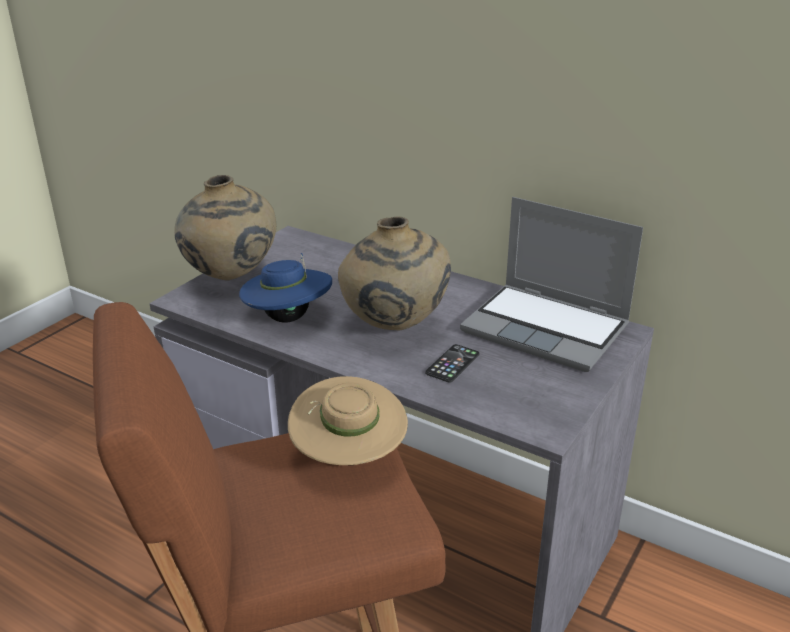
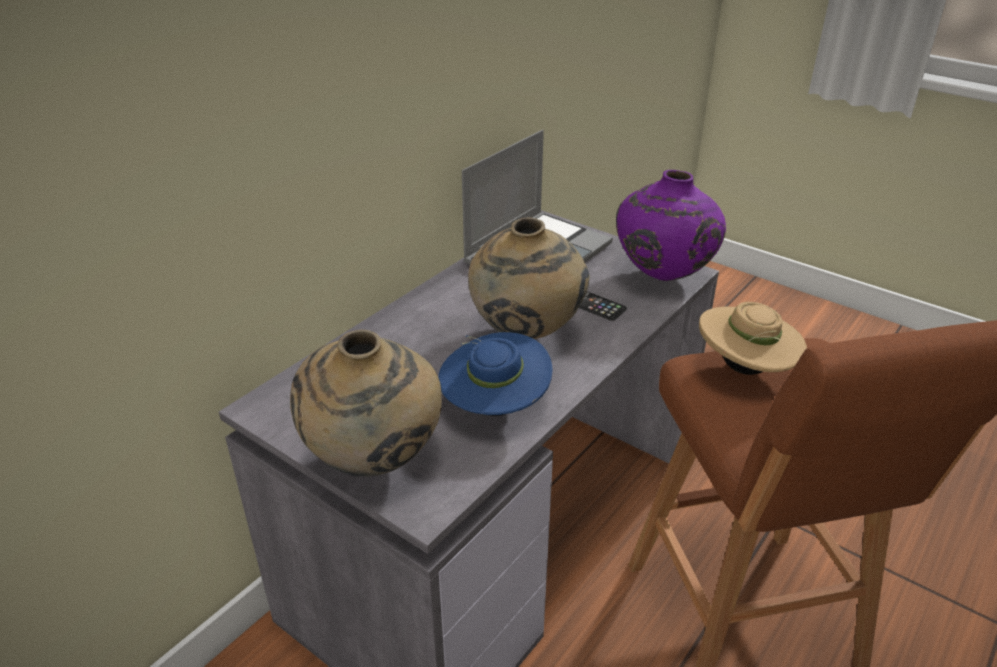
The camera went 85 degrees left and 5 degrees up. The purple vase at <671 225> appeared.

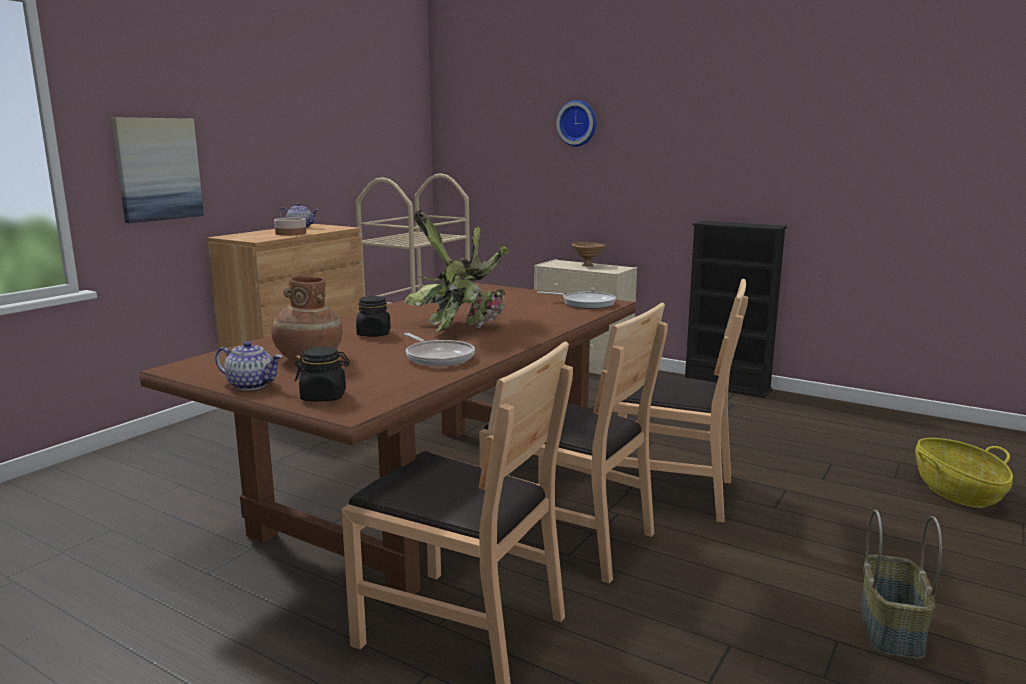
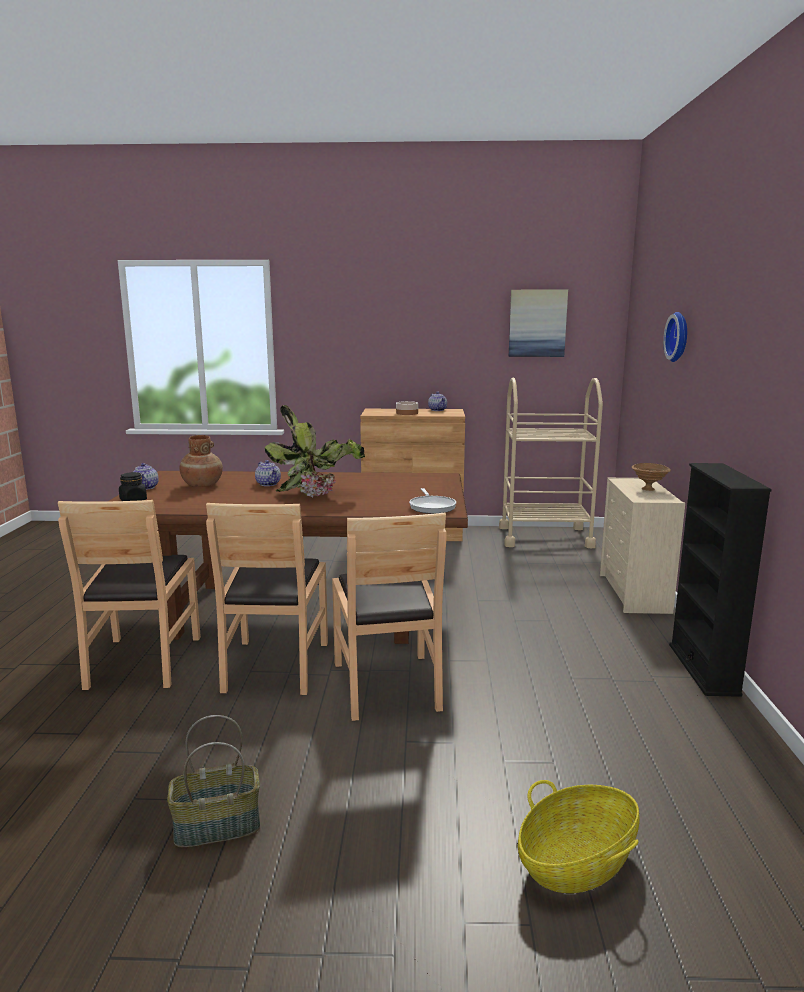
The camera went 60 degrees right and 0 degrees up. The frying pan at <439 349> disappeared. The picture moved from <157 170> to <538 323>. The black jar at <373 316> was replaced by the teapot at <268 473>.

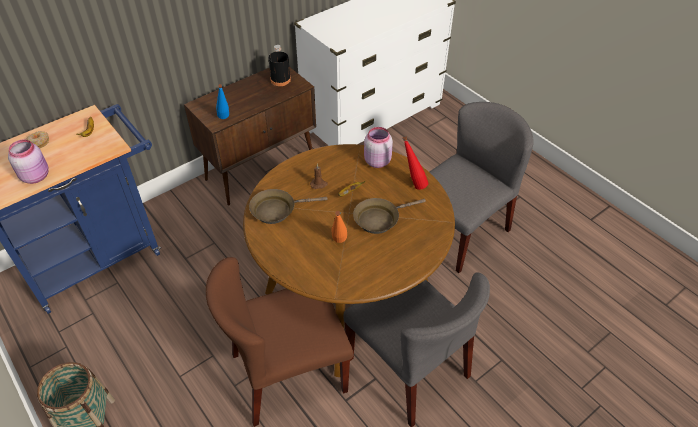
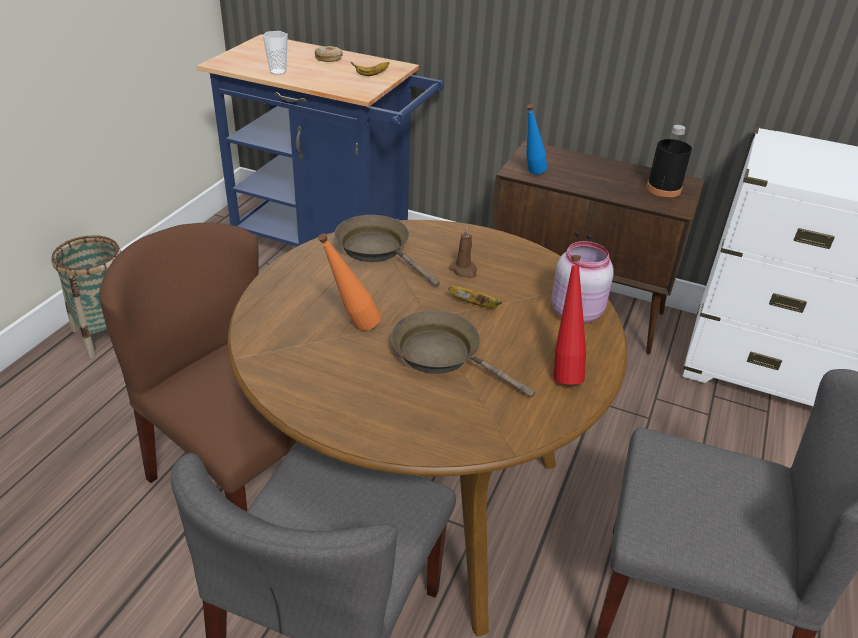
The camera went 60 degrees right and 10 degrees down. The pink jar at <28 161> was replaced by the cup at <275 53>.

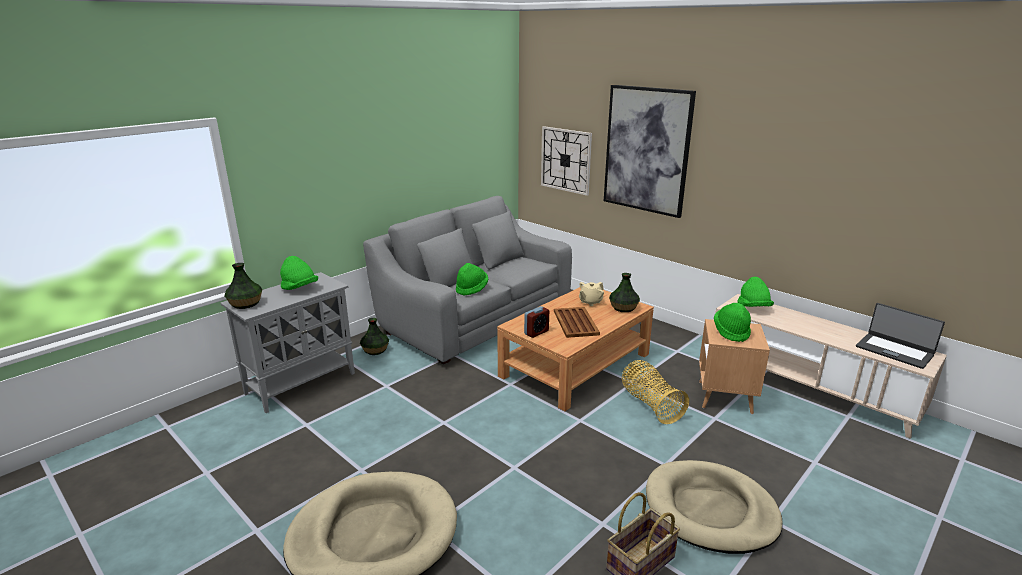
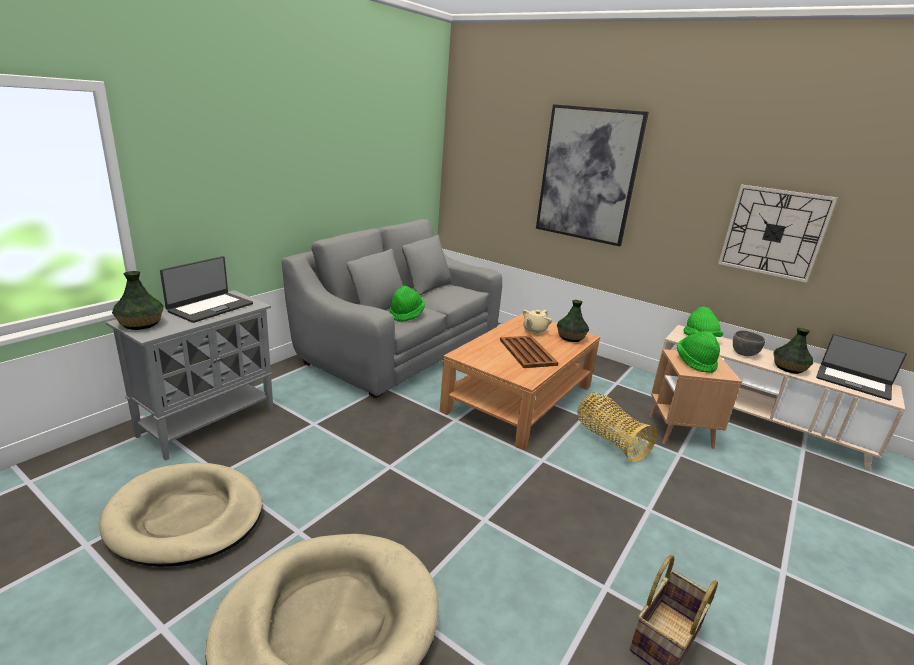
The camera went 10 degrees left and 0 degrees up. The alarm clock at <536 322> disappeared. The grey bowl at <749 343> appeared. The vase moved from <374 336> to <793 351>. The wall clock moved from <566 161> to <777 233>. The beige dog bed moved from <714 507> to <180 515>. The green hat at <299 273> was replaced by the laptop at <206 289>.

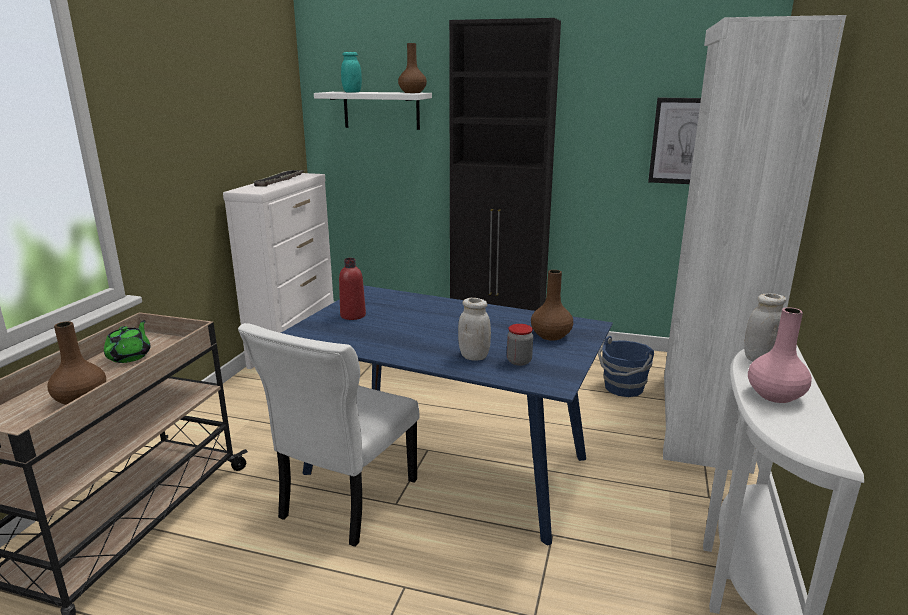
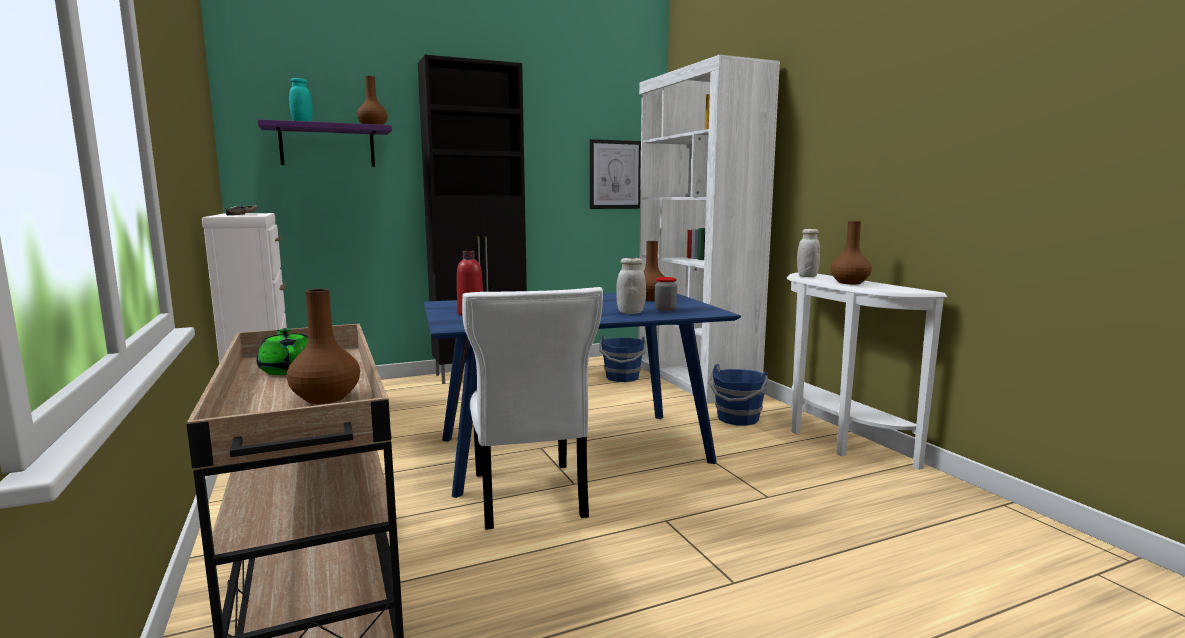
The camera went 40 degrees left and 10 degrees down. The blue bucket at <738 395> appeared. The white shelf at <373 111> became the purple shelf at <325 143>. The pink vase at <780 355> became the brown vase at <851 252>.

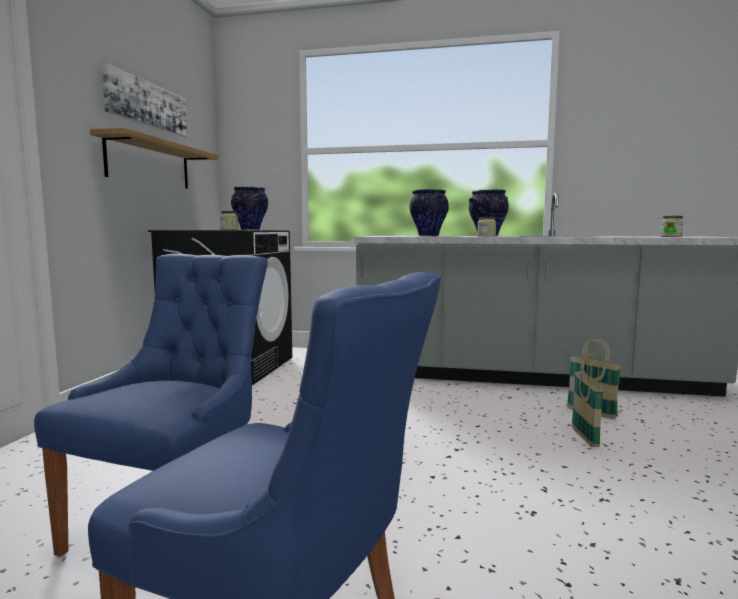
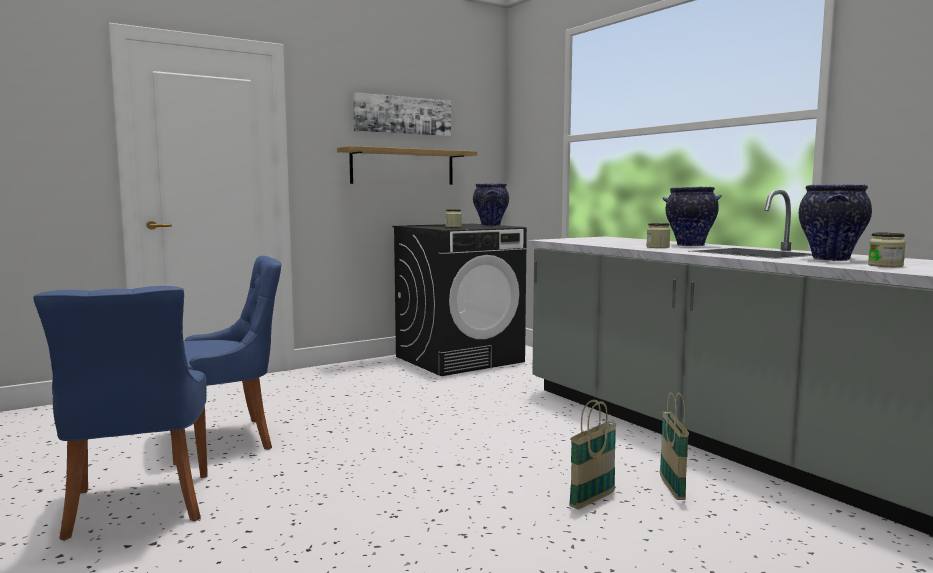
The camera went 45 degrees right and 0 degrees up. The vase moved from <429 212> to <835 222>.

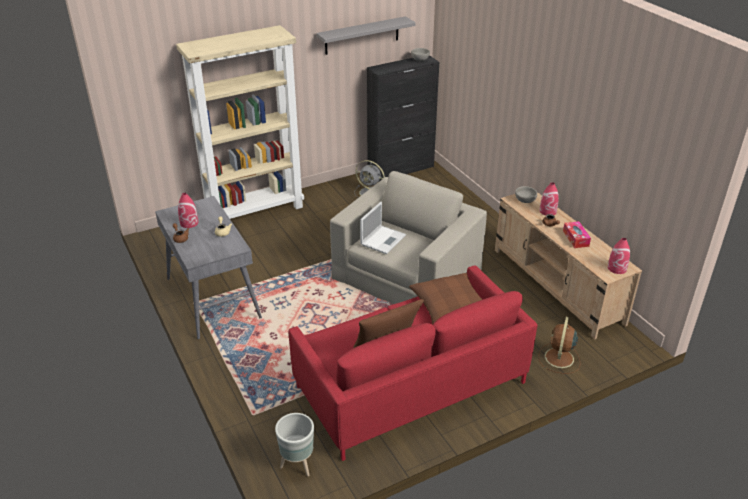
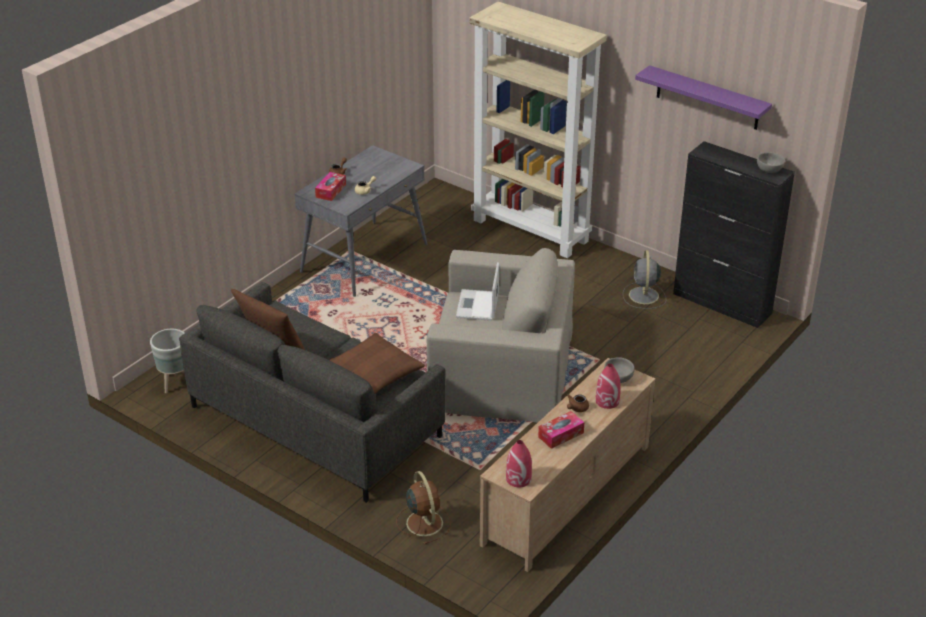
The camera went 65 degrees right and 0 degrees up. The red vase at <188 210> disappeared. The tissue box at <330 186> appeared. The red sofa at <413 363> became the grey sofa at <312 392>. The grey shelf at <365 35> became the purple shelf at <703 97>. The laptop at <383 228> turned 90 degrees clockwise. The brown fan at <559 345> turned 75 degrees clockwise.

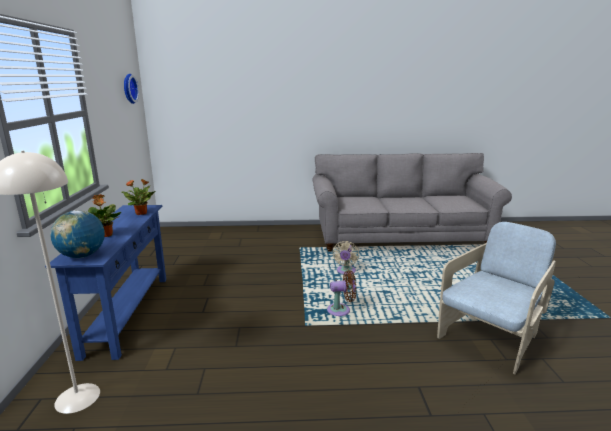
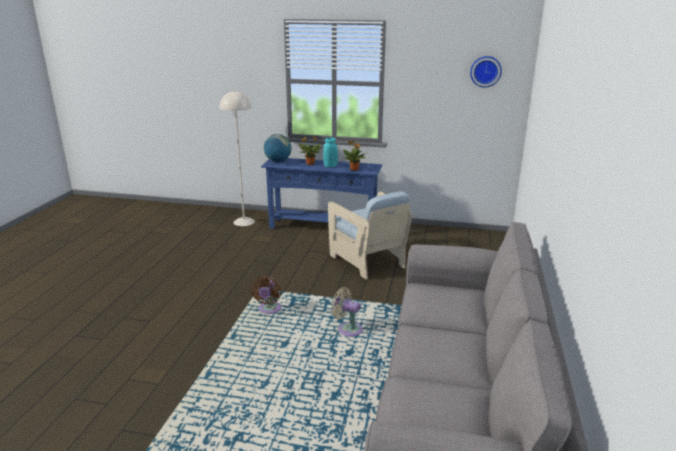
The camera went 105 degrees right and 5 degrees up. The turquoise vase at <330 152> appeared. The beige armchair moved from <496 298> to <370 236>.

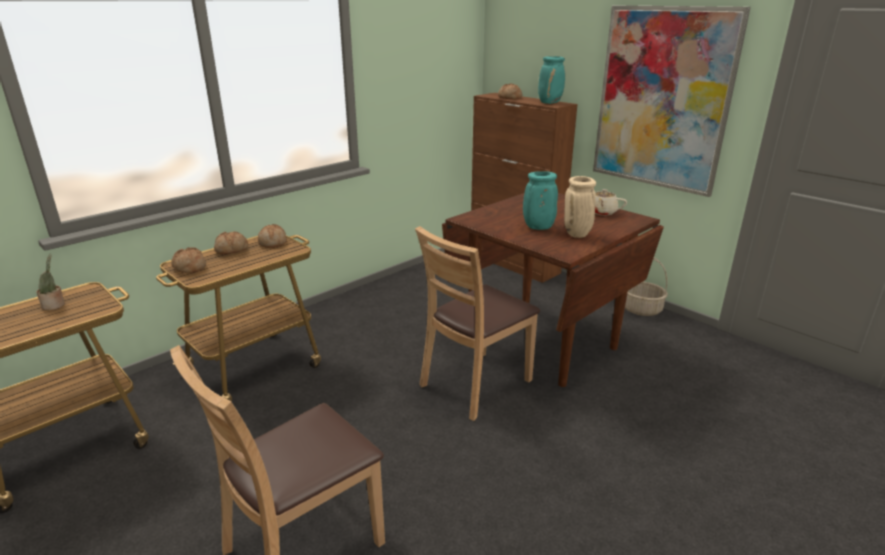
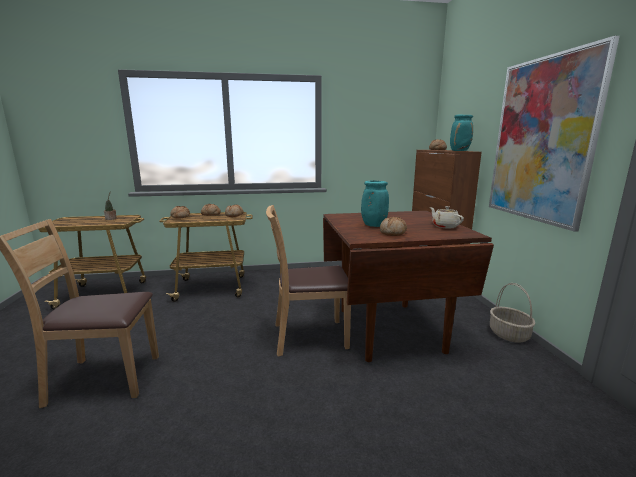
The camera went 35 degrees right and 10 degrees down. The beige vase at <580 207> was replaced by the bread at <393 226>.

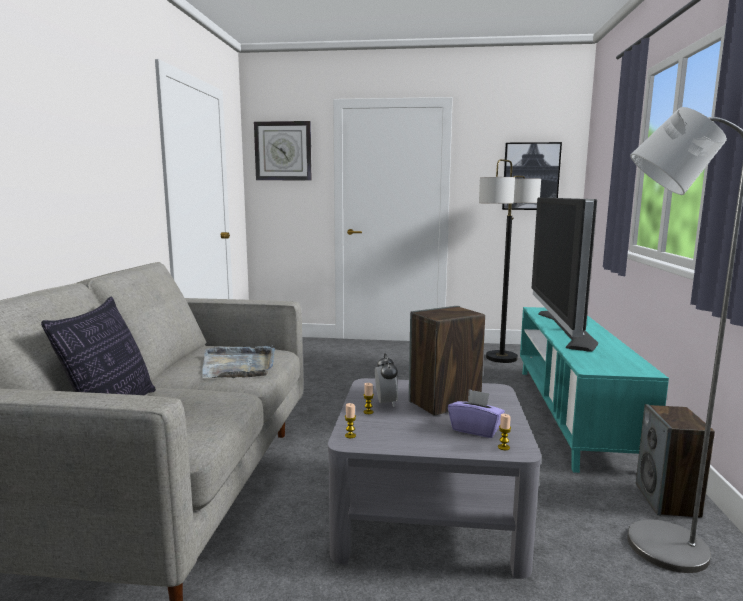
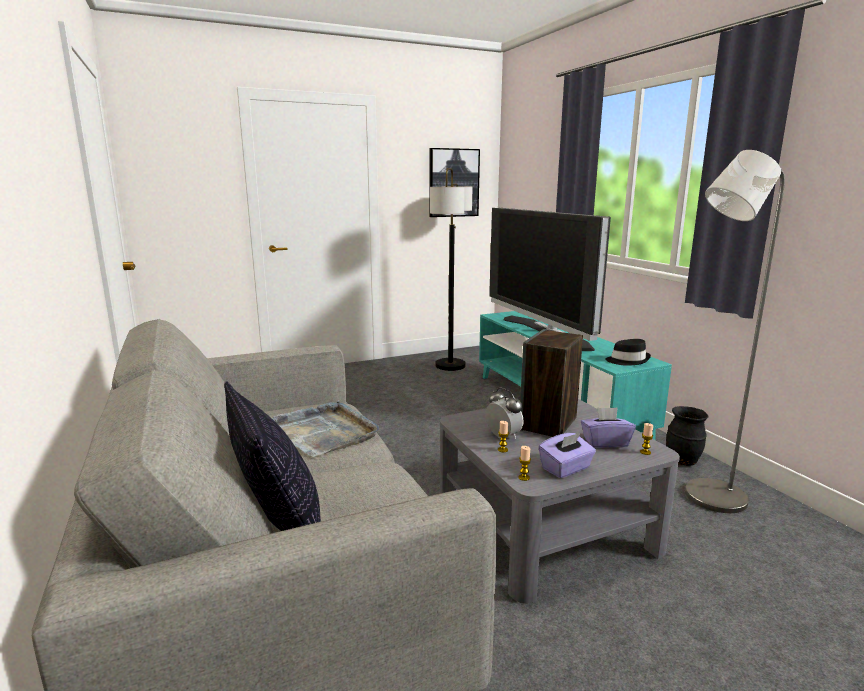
The camera went 30 degrees left and 5 degrees up. The wall clock at <283 150> disappeared. The purple tissue box at <567 455> appeared. The black hat at <628 352> appeared. The speaker at <675 461> was replaced by the black vase at <687 436>.

